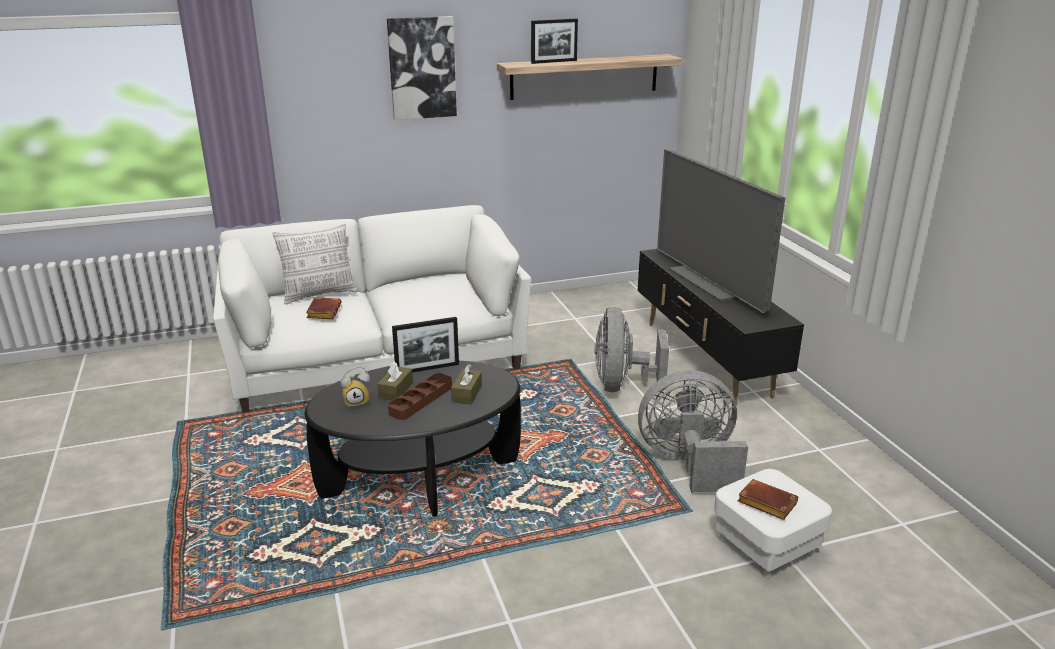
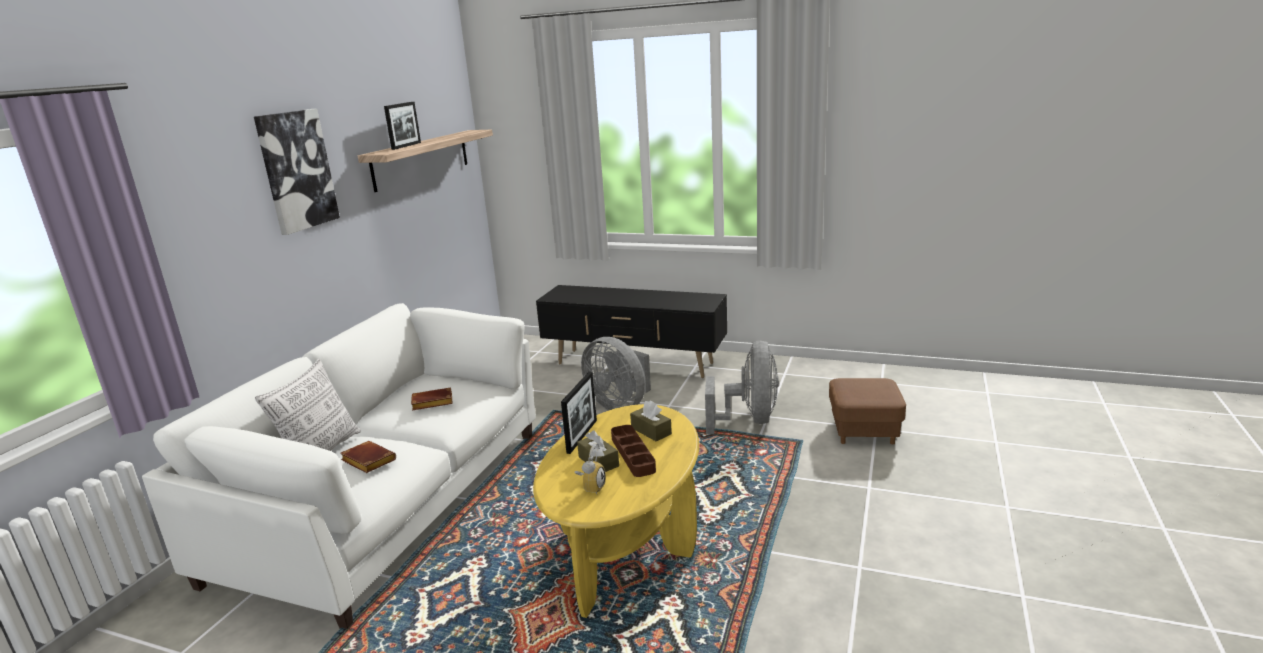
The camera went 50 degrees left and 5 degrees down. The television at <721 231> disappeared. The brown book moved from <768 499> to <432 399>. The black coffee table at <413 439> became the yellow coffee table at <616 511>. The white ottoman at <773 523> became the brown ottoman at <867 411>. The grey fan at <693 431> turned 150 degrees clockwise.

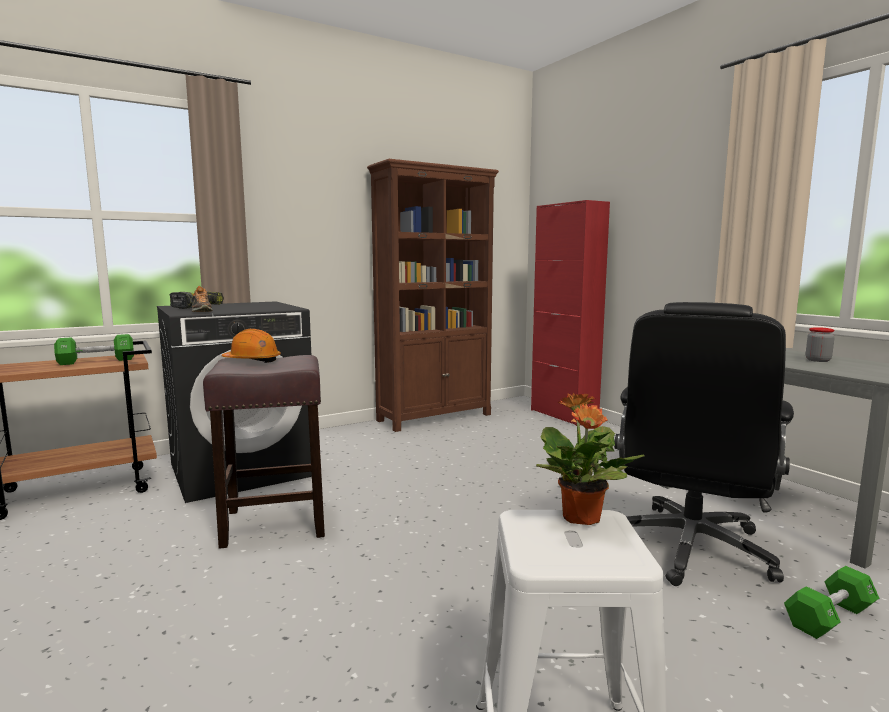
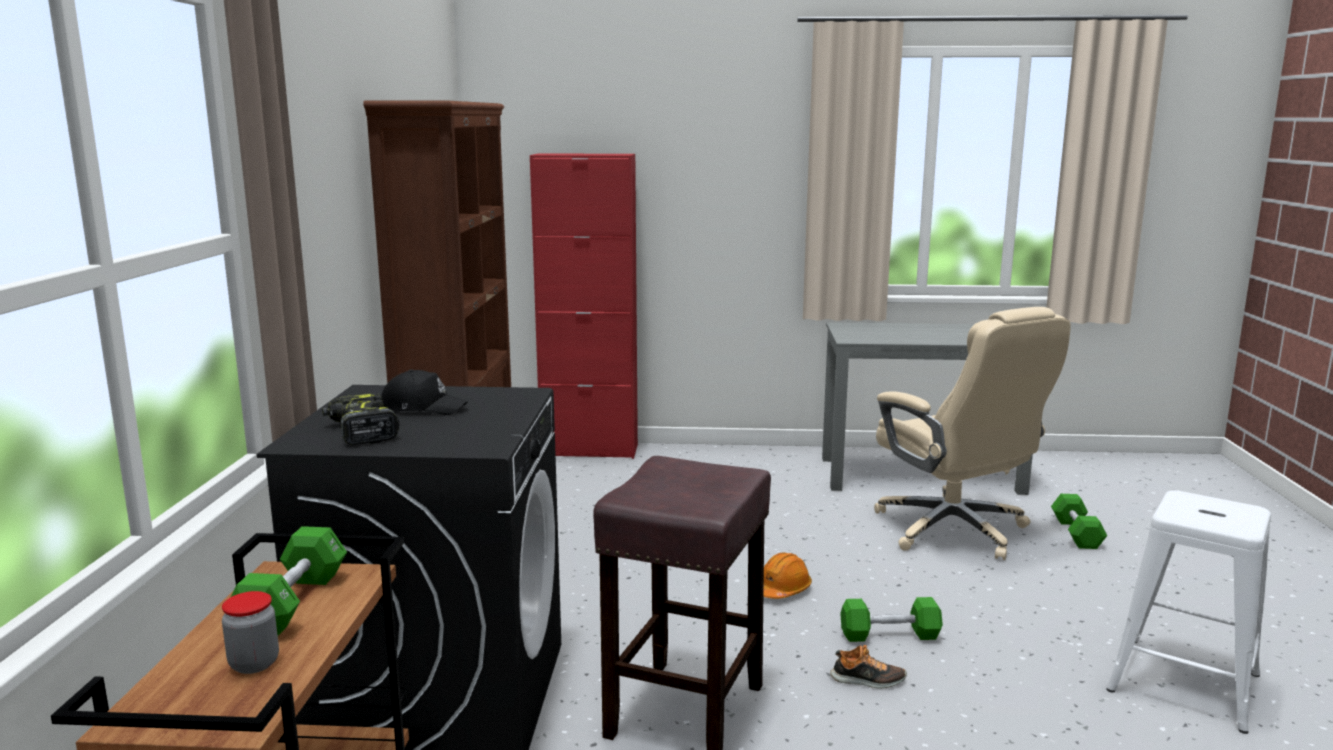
The camera went 55 degrees left and 5 degrees up. The potted plant at <590 459> disappeared. The black cap at <424 392> appeared. The green dumbbell at <891 619> appeared. The shoe moved from <202 299> to <868 666>. The orange hard hat moved from <251 346> to <787 576>. The jar moved from <820 344> to <250 632>. The black office chair at <704 444> became the beige office chair at <972 433>.

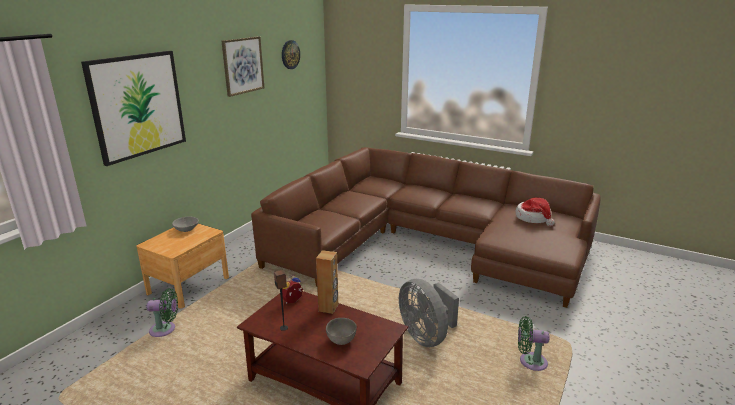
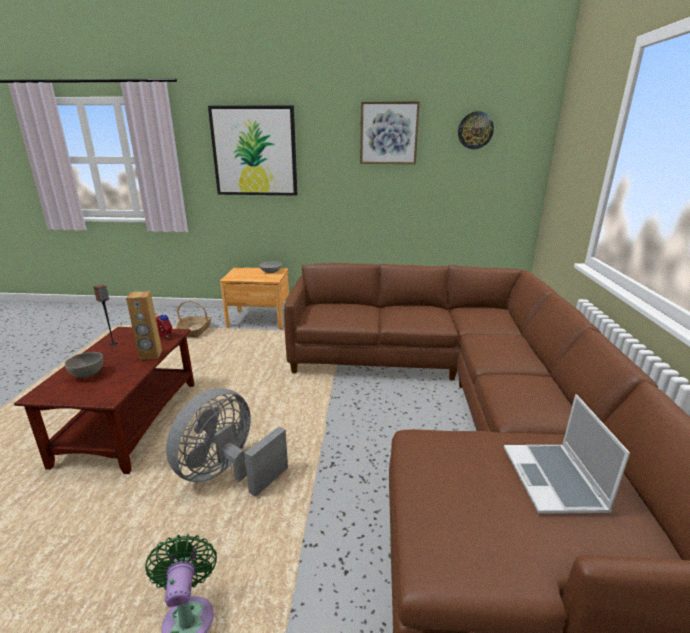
The camera went 65 degrees right and 0 degrees up. The green fan at <162 312> was replaced by the basket at <193 319>. The hat at <535 212> was replaced by the laptop at <567 454>.

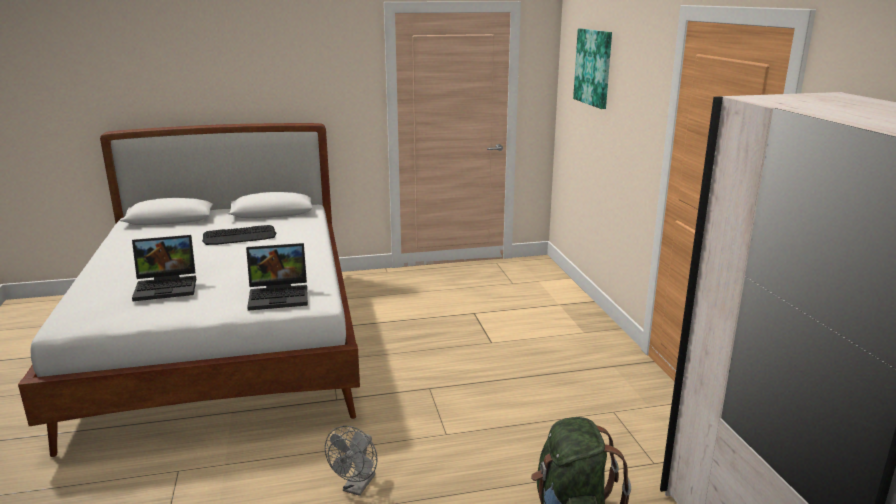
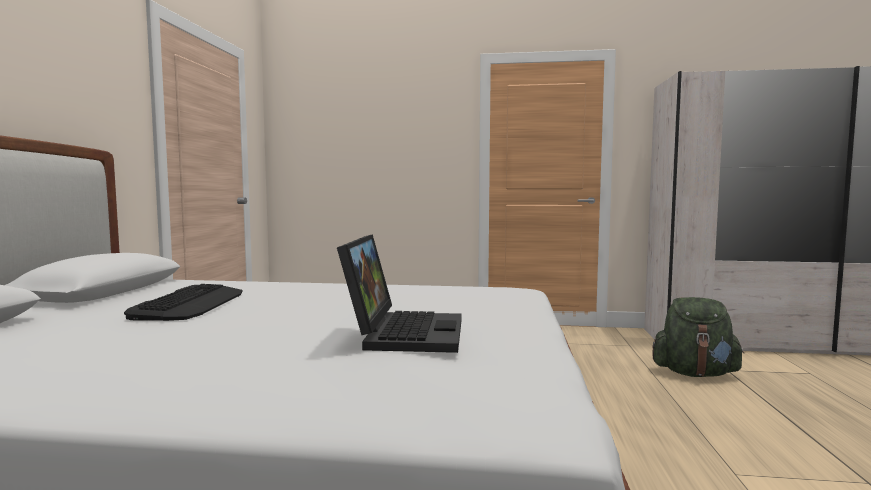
The camera went 70 degrees left and 15 degrees down. The laptop at <277 277> disappeared. The grey fan at <351 461> disappeared. The picture at <592 69> disappeared.

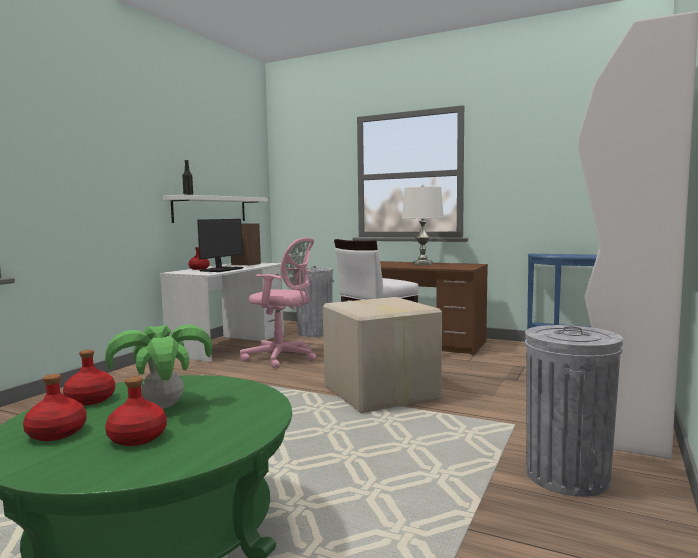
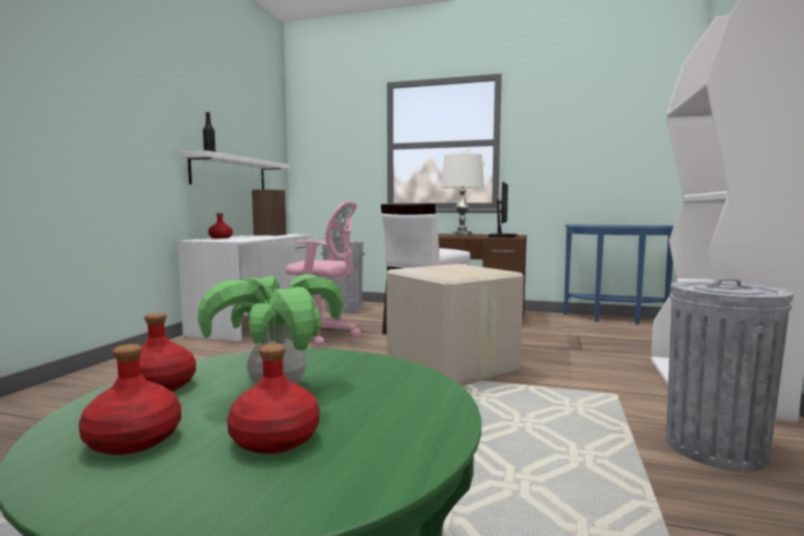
The camera went 10 degrees left and 0 degrees up. The monitor moved from <220 245> to <502 209>.

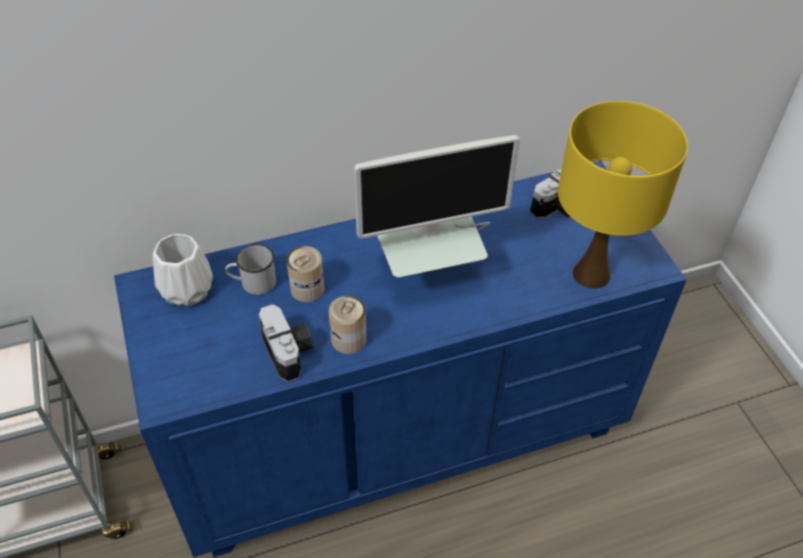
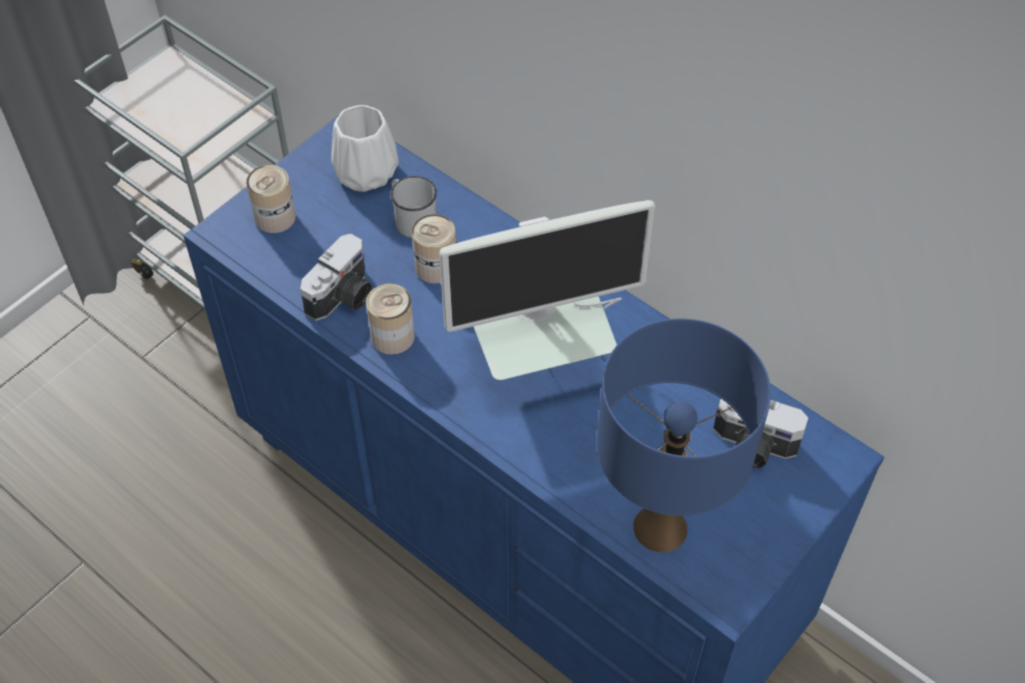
The camera went 60 degrees right and 5 degrees up. The can at <271 199> appeared. The yellow table lamp at <623 195> became the blue table lamp at <684 435>. The monitor at <437 206> turned 60 degrees counterclockwise.

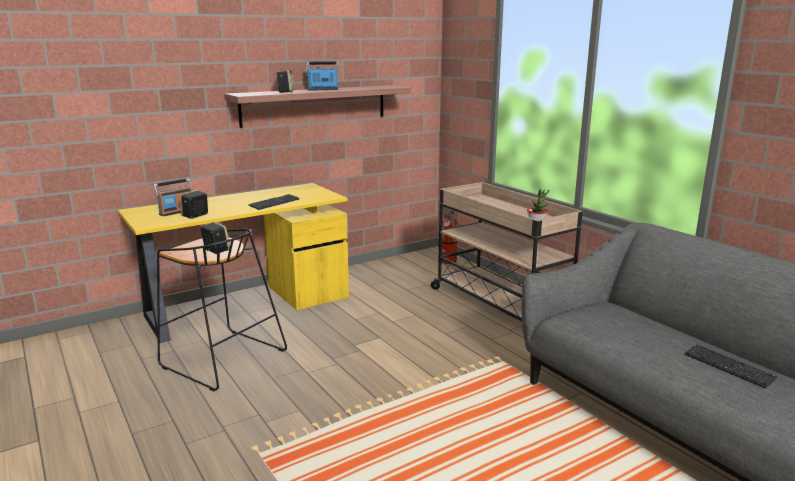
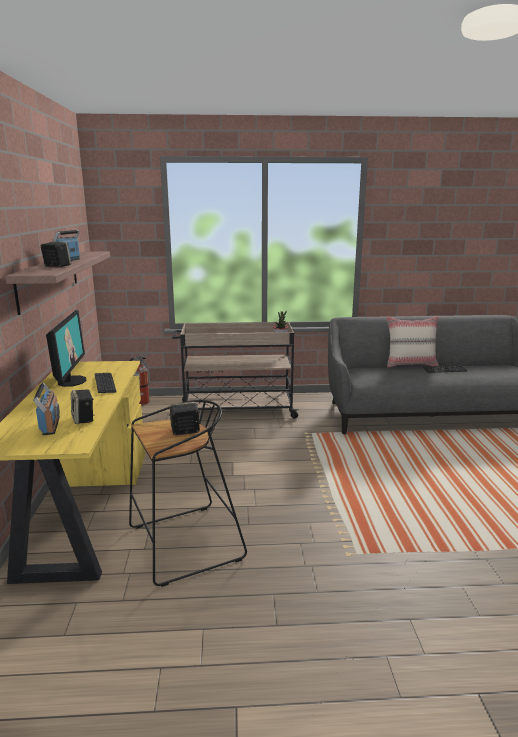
The camera went 60 degrees left and 0 degrees up. The monitor at <66 348> appeared. The beige pillow at <412 342> appeared.

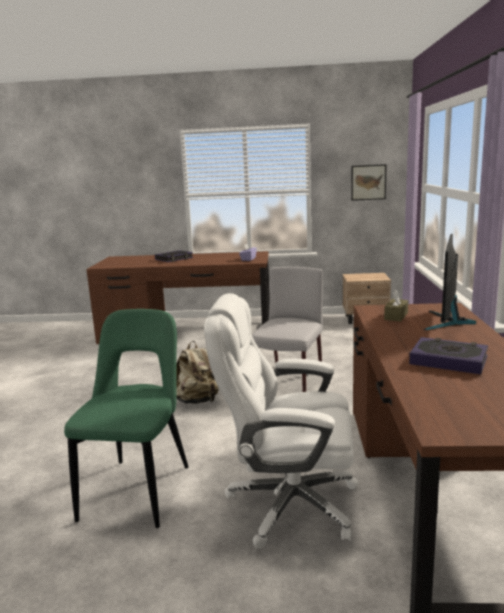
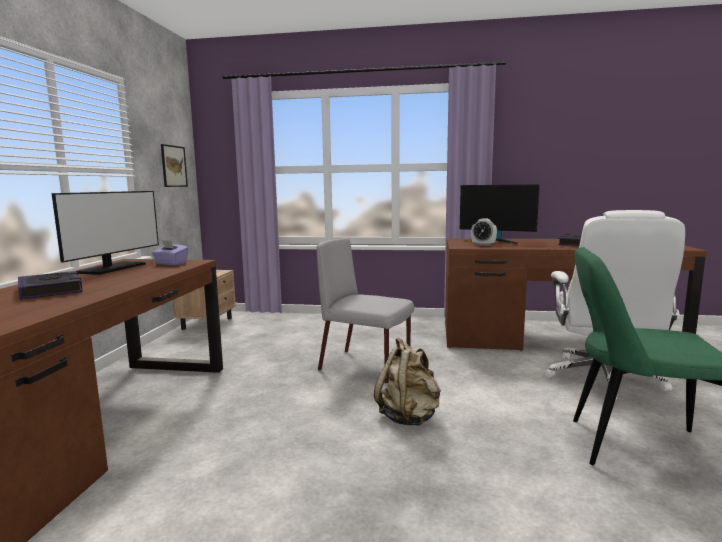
The camera went 85 degrees left and 5 degrees down. The monitor at <105 233> appeared. The brown tissue box at <396 305> was replaced by the alarm clock at <484 232>.

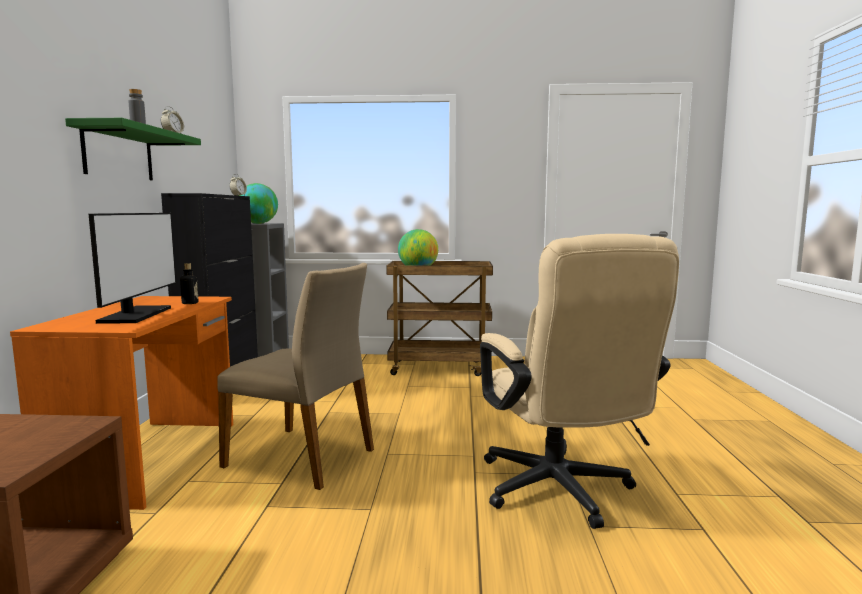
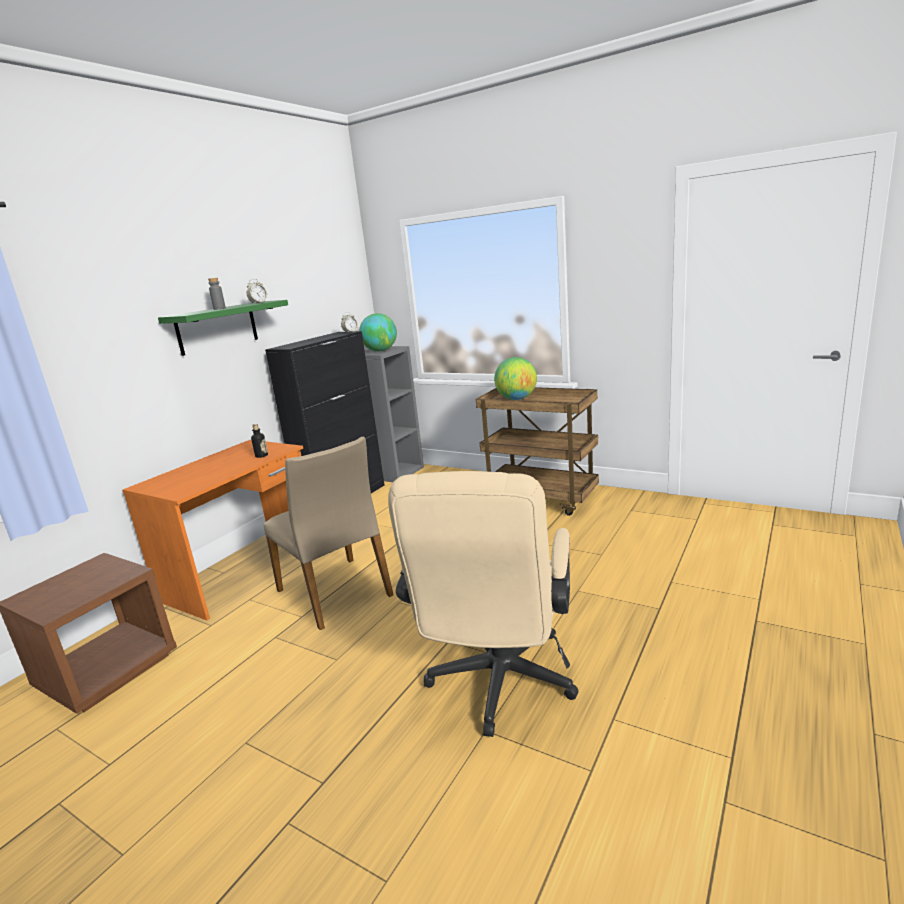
The camera went 30 degrees right and 10 degrees up. The monitor at <132 268> disappeared.

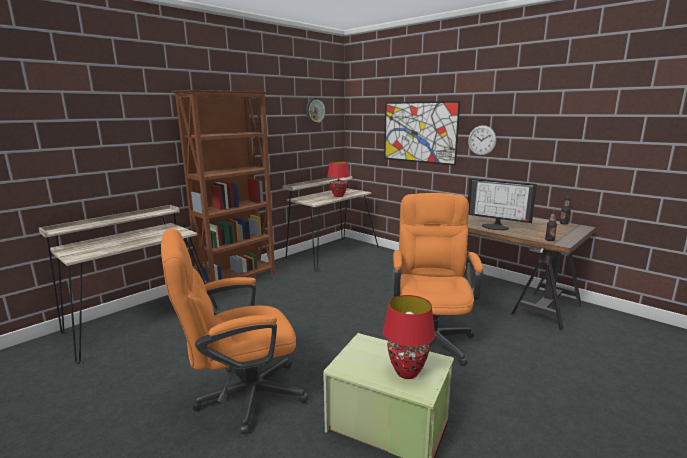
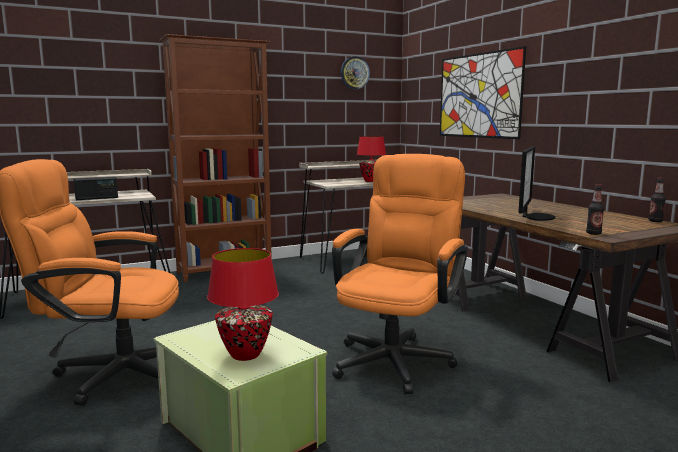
The camera went 20 degrees right and 5 degrees down. The wall clock at <482 140> disappeared. The radio at <96 188> appeared. The monitor at <502 204> turned 120 degrees counterclockwise.

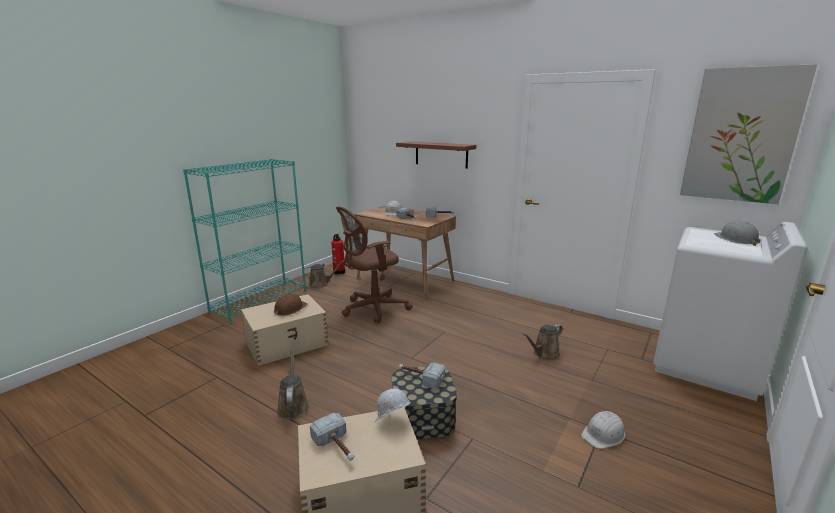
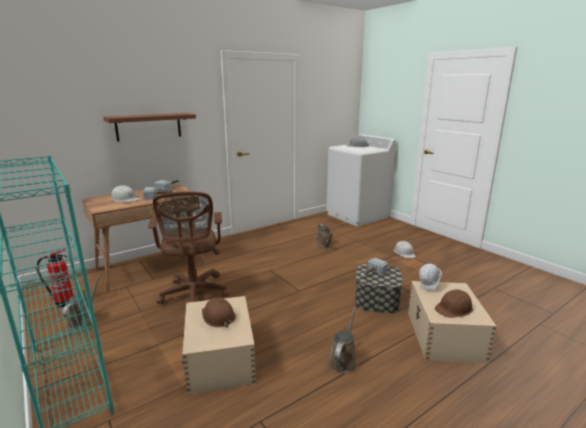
The camera went 70 degrees left and 0 degrees up. The picture at <748 134> disappeared. The hammer at <332 437> was replaced by the brown hard hat at <453 303>. The brown watering can at <293 385> turned 105 degrees clockwise.

